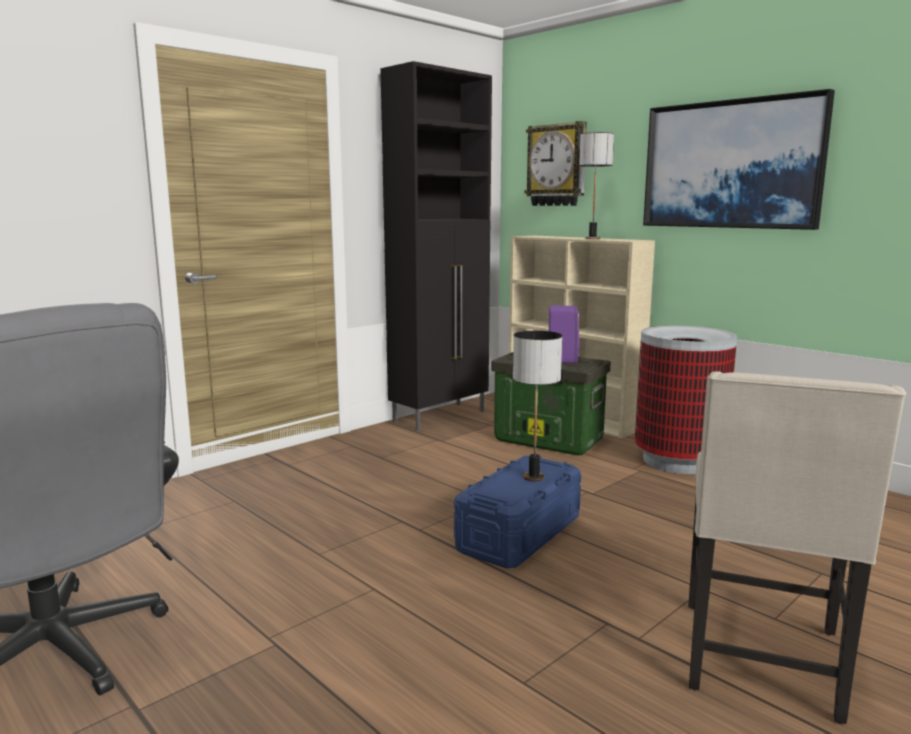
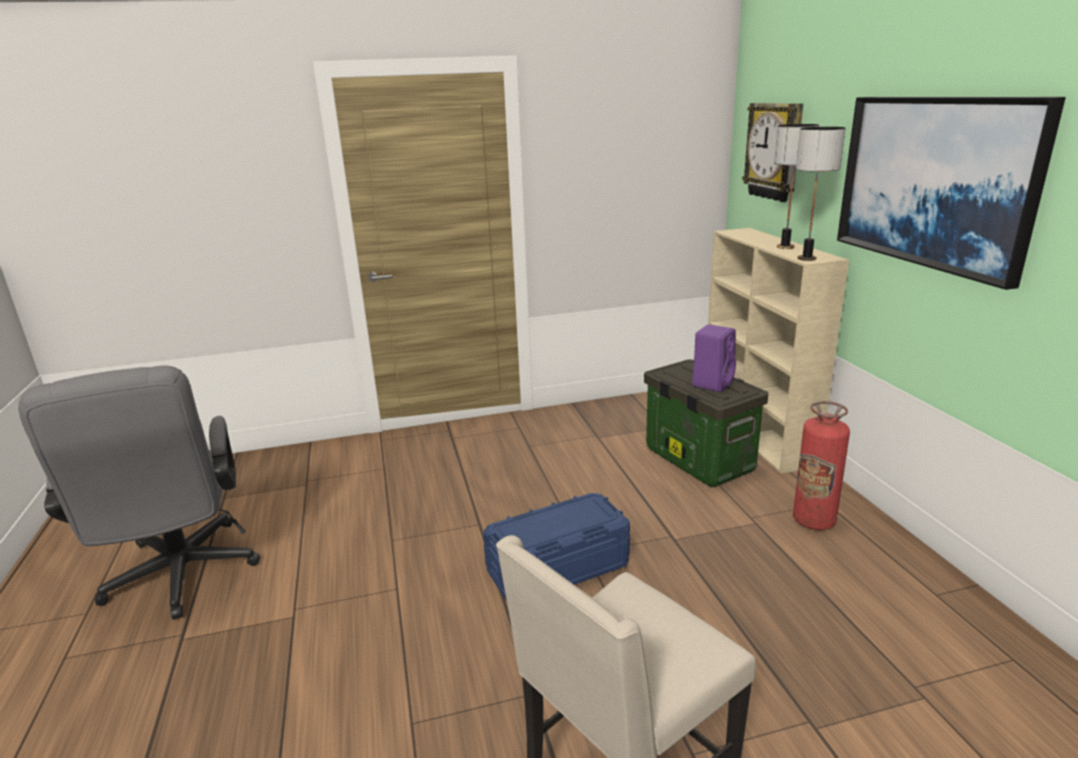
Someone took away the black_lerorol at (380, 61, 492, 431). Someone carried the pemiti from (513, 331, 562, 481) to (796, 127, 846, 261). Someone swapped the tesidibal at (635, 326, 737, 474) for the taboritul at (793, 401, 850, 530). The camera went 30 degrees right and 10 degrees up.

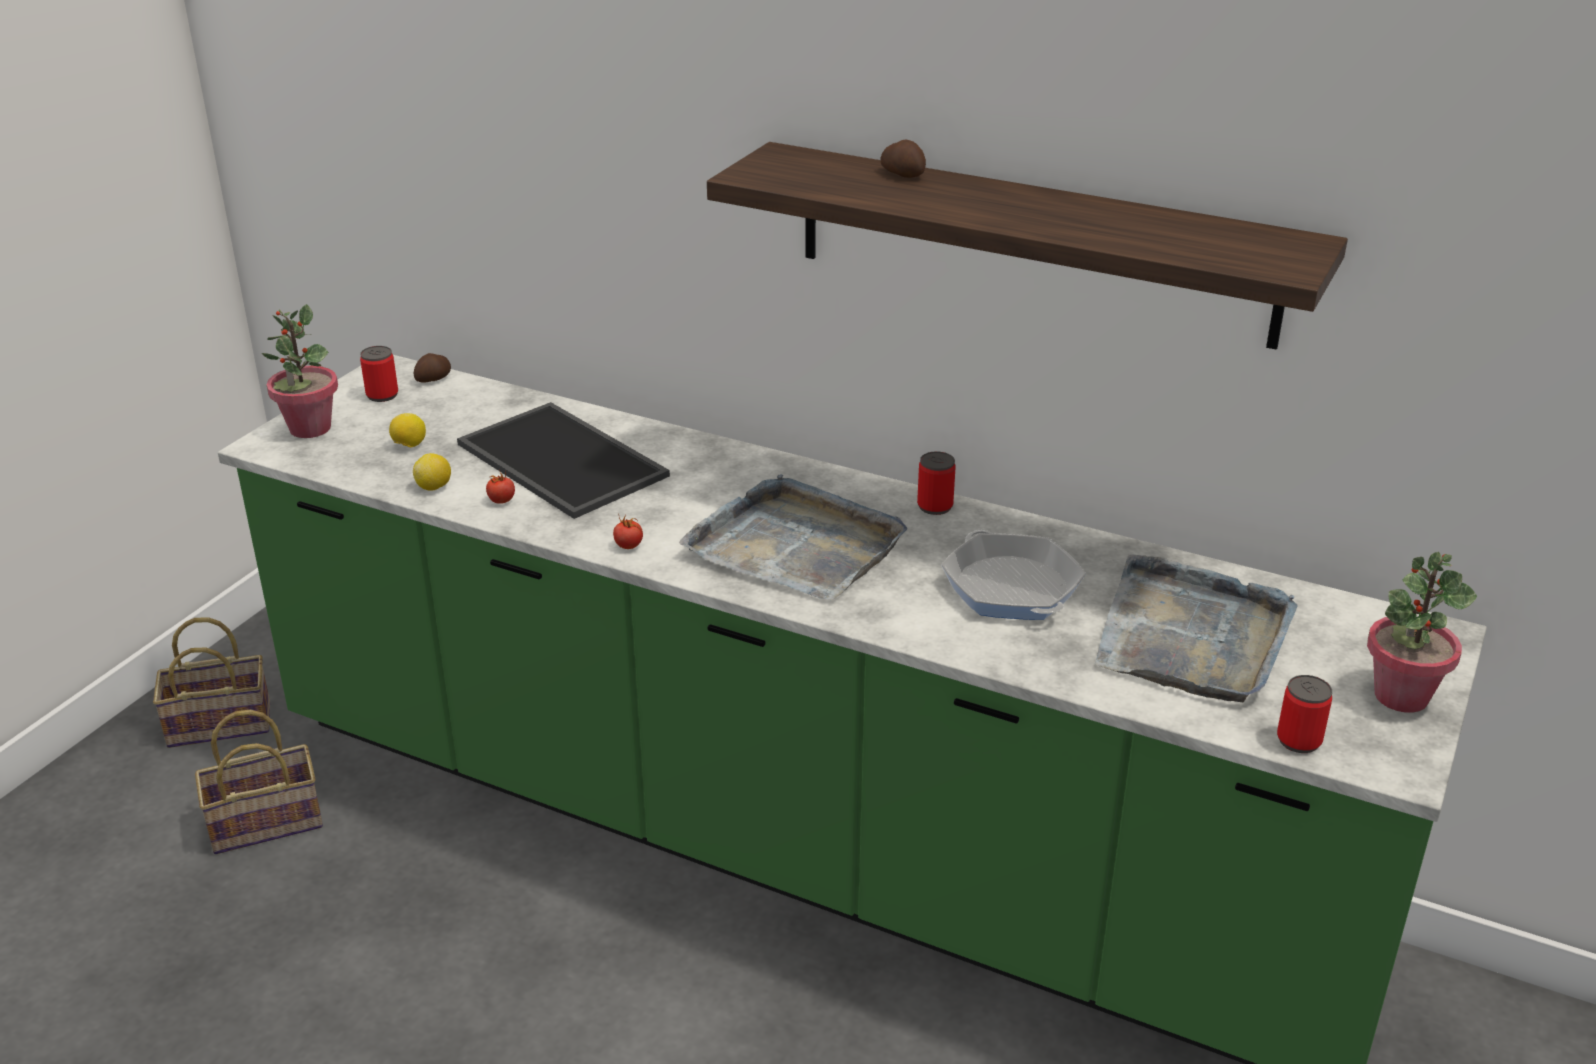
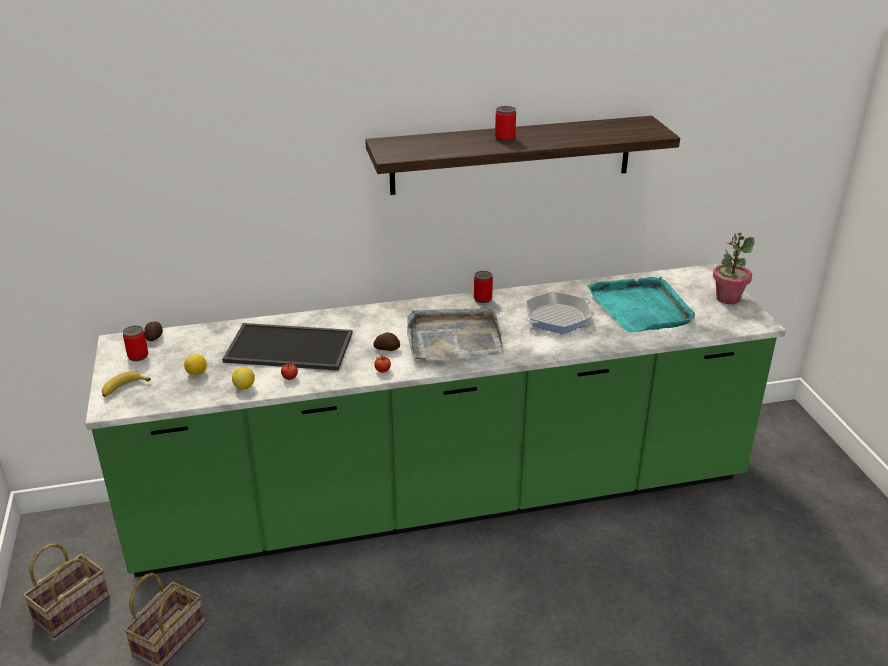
Someone carried the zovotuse from (881, 140, 926, 178) to (373, 332, 400, 351). Someone carried the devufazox from (1277, 675, 1332, 753) to (495, 106, 516, 142). Someone swapped the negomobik at (262, 304, 338, 438) for the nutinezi at (102, 371, 151, 397). Someone repainted the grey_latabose at (1095, 554, 1298, 703), which became the turquoise_latabose at (588, 277, 695, 332). Someone rotated the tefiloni at (941, 530, 1086, 620) by 60 degrees counterclockwise. The camera went 40 degrees left and 0 degrees up.

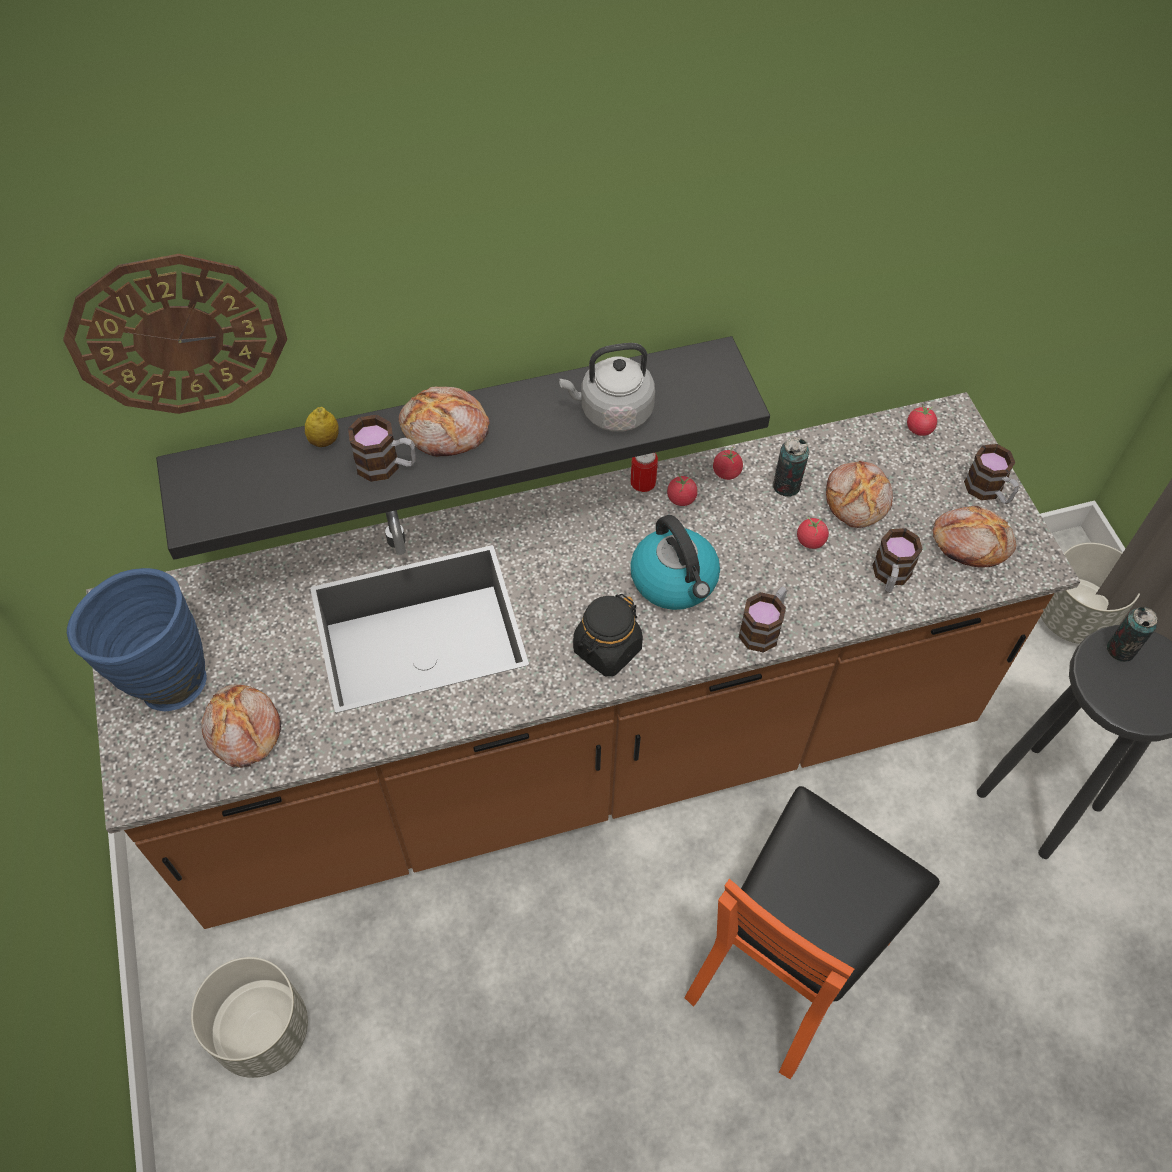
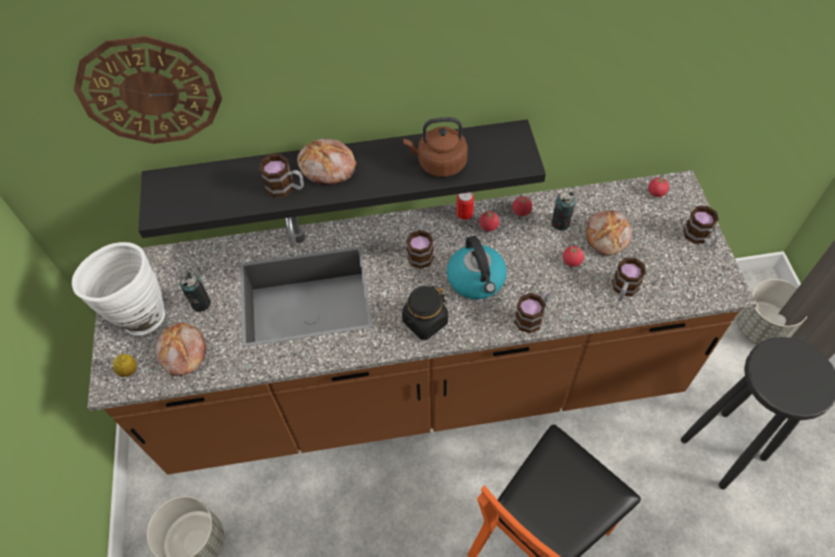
Someone took away the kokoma at (933, 506, 1016, 568). Someone put down the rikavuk at (406, 223, 434, 269). Someone carried the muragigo from (305, 407, 339, 447) to (113, 354, 137, 377). Someone carried the devufazox from (1107, 607, 1158, 662) to (180, 273, 211, 312). Someone repainted the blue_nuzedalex at (67, 568, 207, 711), which became the white_nuzedalex at (72, 242, 165, 336). Someone repainted the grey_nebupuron at (559, 343, 655, 432), which became the brown_nebupuron at (403, 117, 468, 177). The camera went 10 degrees right and 0 degrees up.

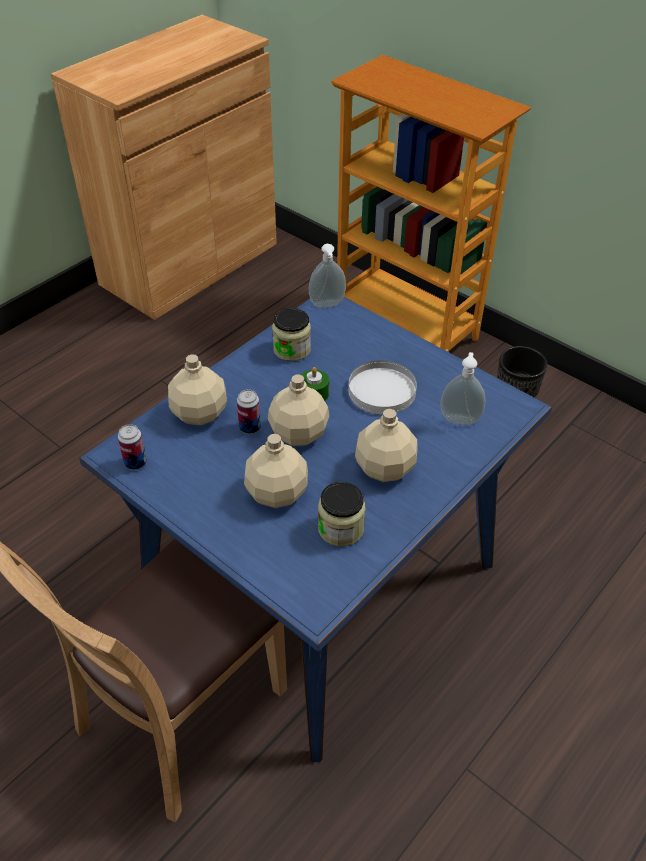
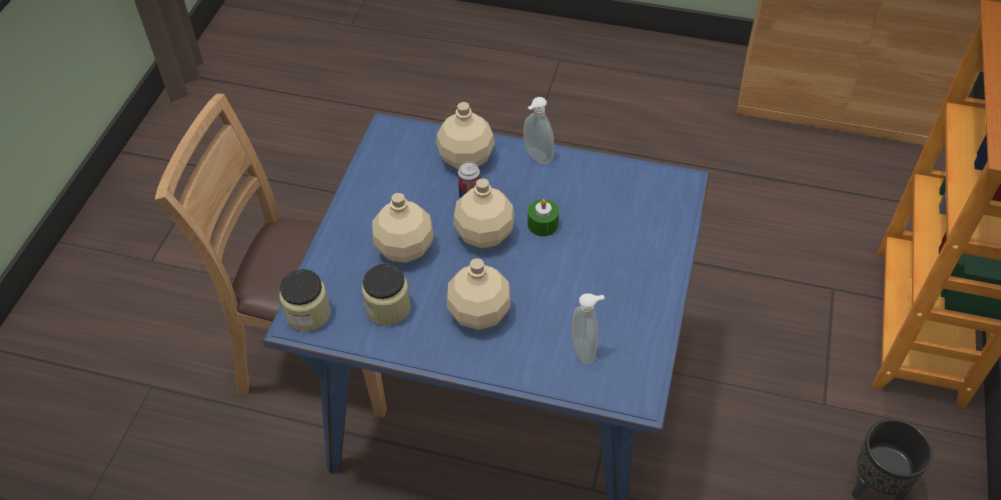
Someone took away the devufazox at (118, 424, 147, 470). Someone took away the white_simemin at (348, 360, 417, 415). Someone carried the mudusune from (272, 308, 311, 361) to (279, 269, 331, 331). Someone carried the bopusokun from (309, 244, 346, 308) to (523, 97, 554, 165). The camera went 65 degrees right and 5 degrees up.

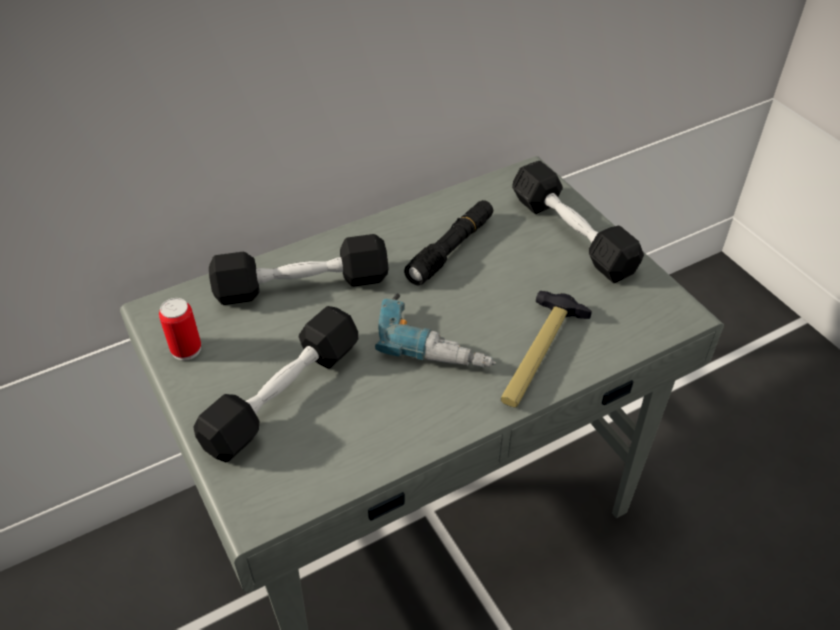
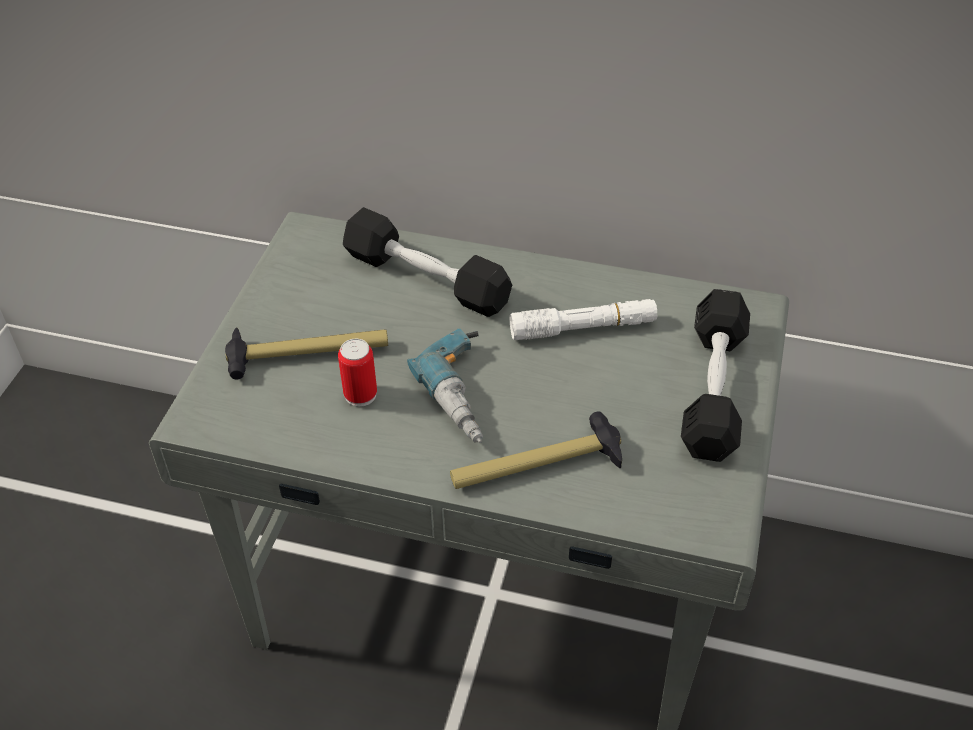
Someone carried the devufazox from (159, 298, 201, 361) to (338, 339, 377, 407). Someone swapped the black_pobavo at (193, 306, 358, 462) for the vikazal at (225, 327, 388, 379). Someone repainted the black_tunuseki at (404, 200, 493, 285), which became the white_tunuseki at (510, 299, 657, 340). The camera went 45 degrees right and 0 degrees up.

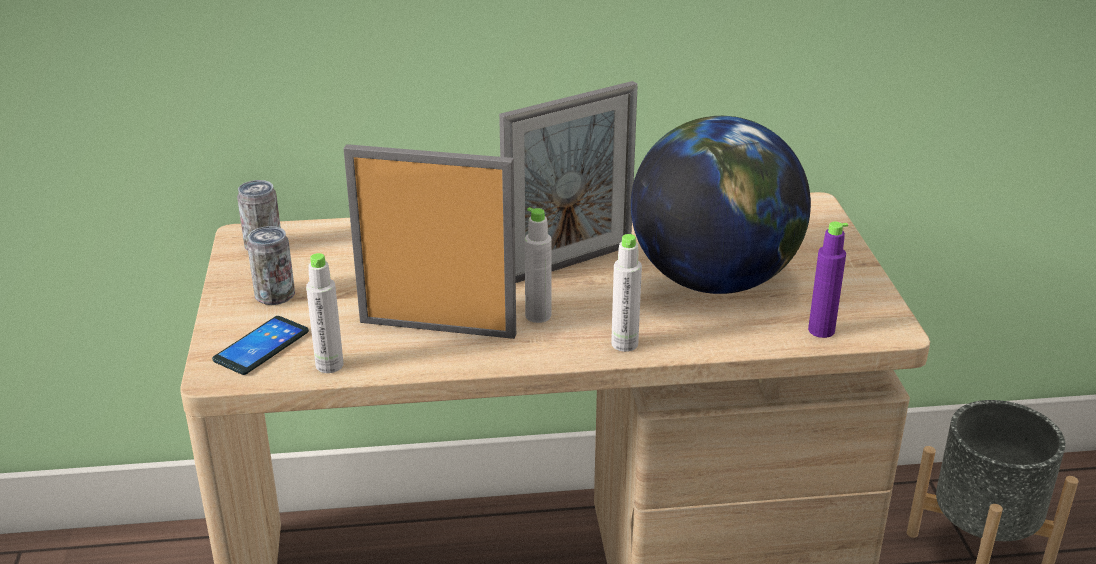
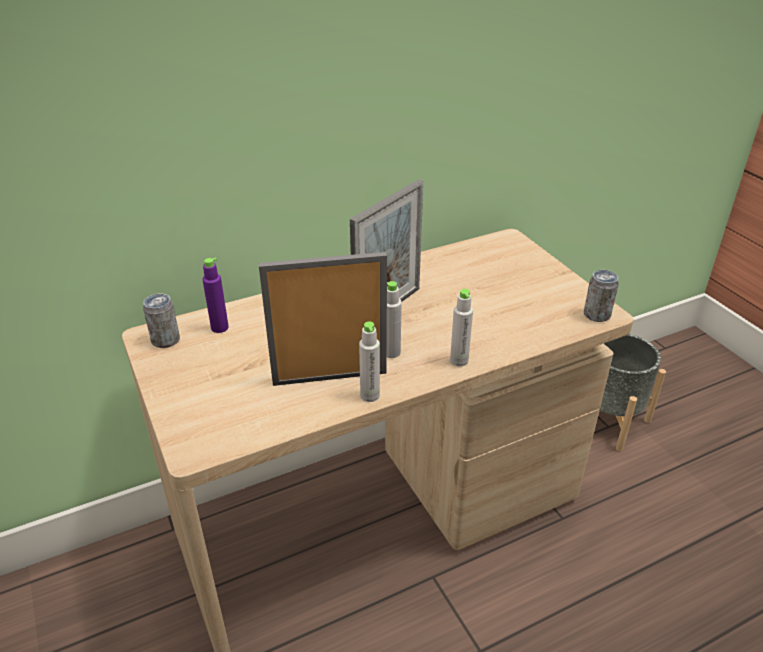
Someone took away the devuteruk at (212, 316, 309, 375). Someone took away the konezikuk at (631, 116, 811, 294). Someone carried the devufazox from (247, 226, 295, 305) to (584, 270, 619, 322). Someone carried the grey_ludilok from (306, 253, 343, 373) to (359, 321, 380, 402). Someone carried the purple_ludilok from (808, 222, 848, 338) to (202, 258, 229, 333). The camera went 20 degrees left and 5 degrees up.

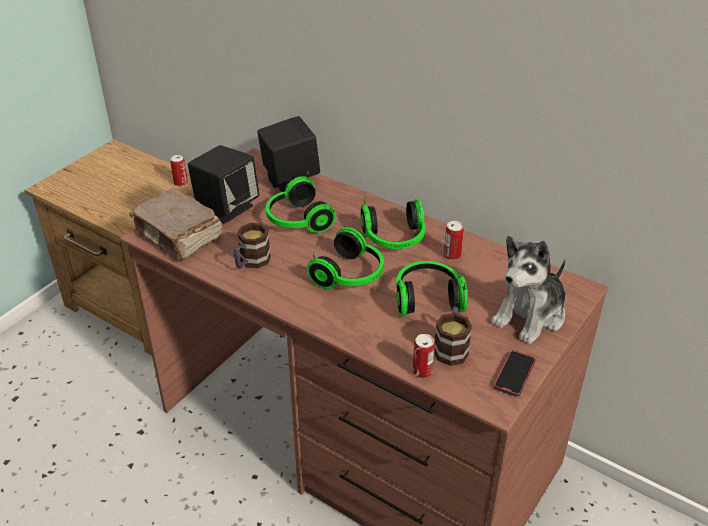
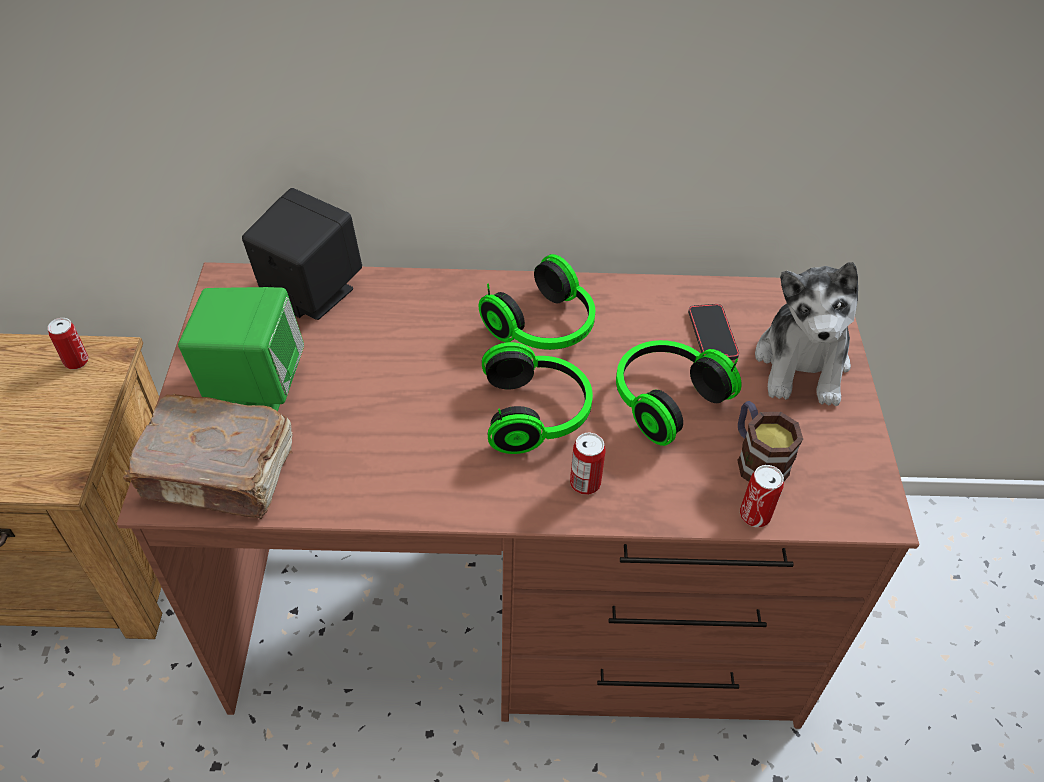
Someone took away the rikavuk at (234, 223, 271, 269). Someone took away the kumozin at (266, 171, 336, 233). Someone carried the devufazox from (443, 221, 464, 260) to (570, 432, 606, 495). Someone carried the devuteruk from (494, 350, 536, 397) to (688, 304, 739, 360). Someone repainted the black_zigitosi at (188, 145, 259, 224), which became the green_zigitosi at (178, 287, 304, 411). The camera went 35 degrees left and 10 degrees up.

